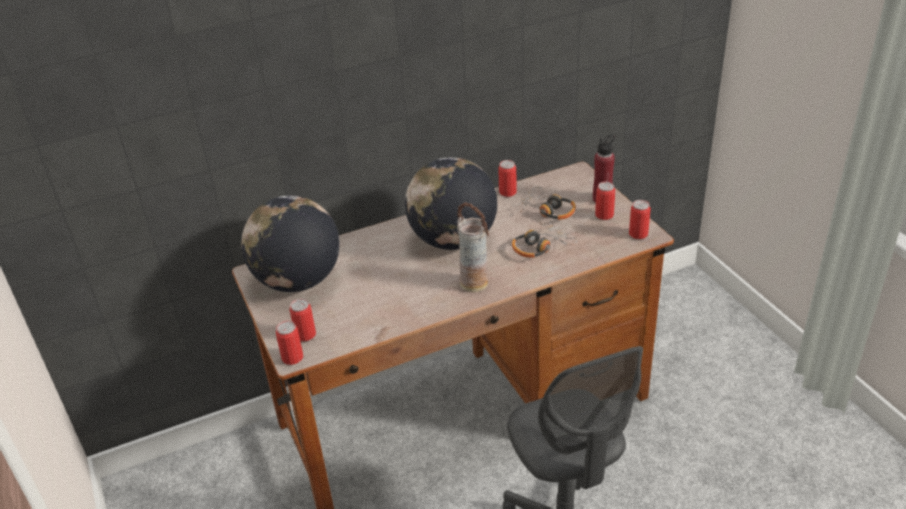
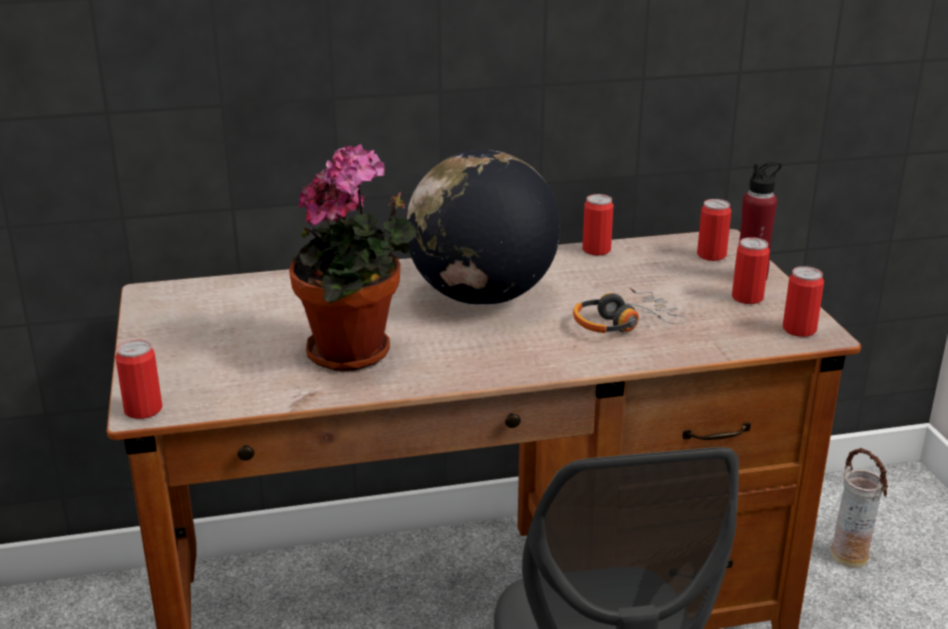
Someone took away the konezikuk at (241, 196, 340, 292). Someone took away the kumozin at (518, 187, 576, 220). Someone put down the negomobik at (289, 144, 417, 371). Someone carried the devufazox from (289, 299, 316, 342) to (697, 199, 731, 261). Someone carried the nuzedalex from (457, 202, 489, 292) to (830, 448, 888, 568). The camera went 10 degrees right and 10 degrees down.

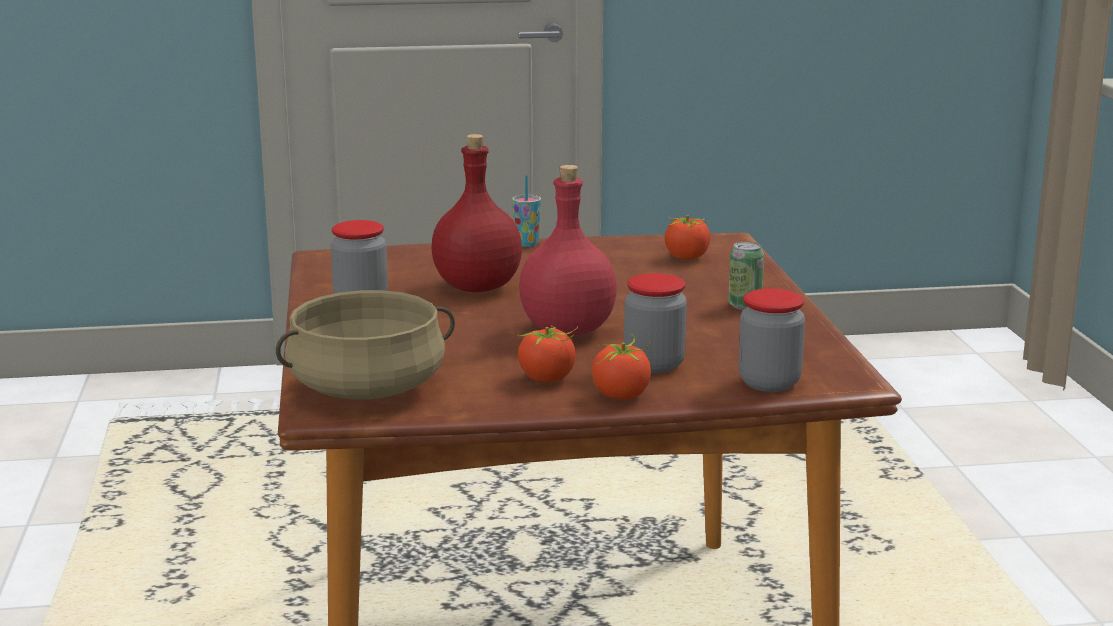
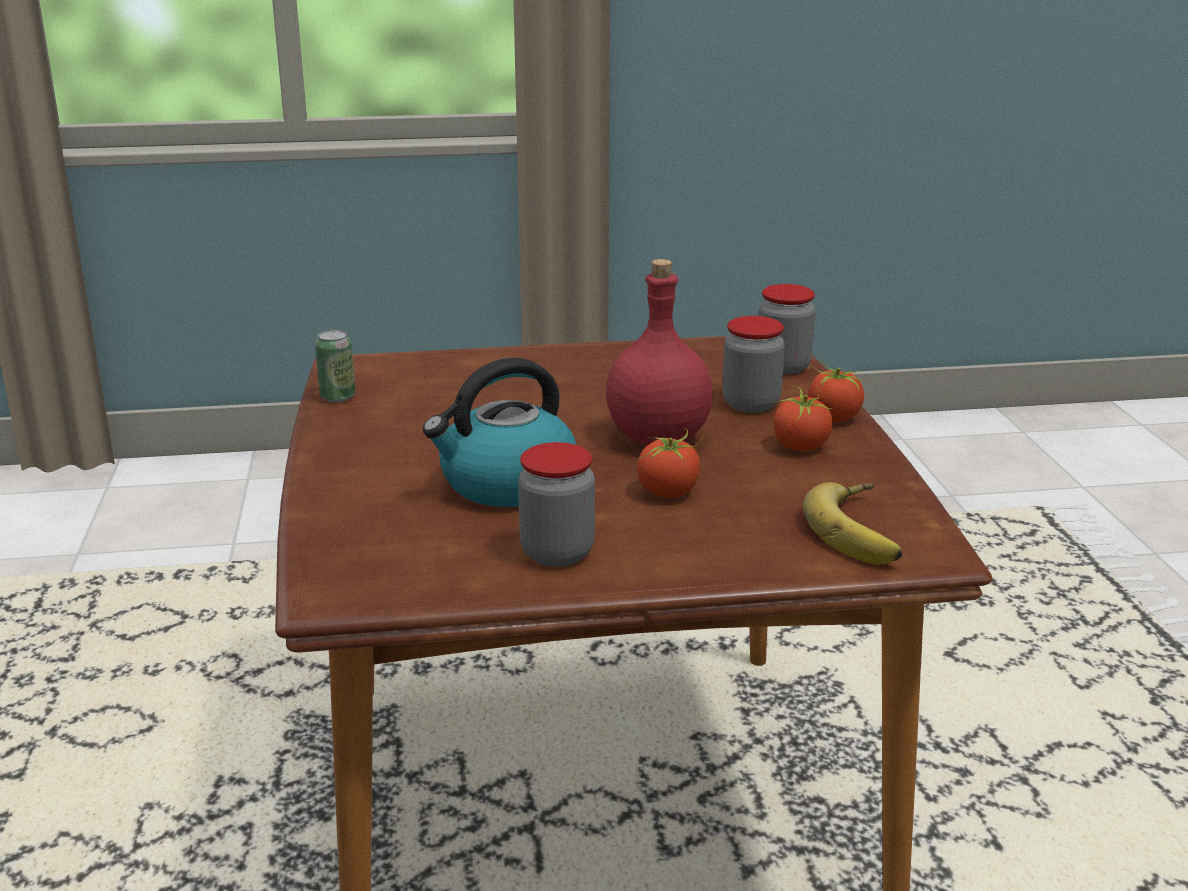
Someone took away the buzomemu at (512, 175, 541, 247). Someone carried the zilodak from (665, 215, 711, 260) to (637, 428, 705, 498). Someone carried the devufazox from (728, 242, 764, 310) to (315, 330, 355, 402). Someone swapped the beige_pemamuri at (276, 290, 455, 400) for the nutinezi at (803, 482, 902, 564). Someone swapped the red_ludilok at (431, 134, 522, 292) for the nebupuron at (423, 358, 577, 507). The camera went 90 degrees left and 5 degrees up.

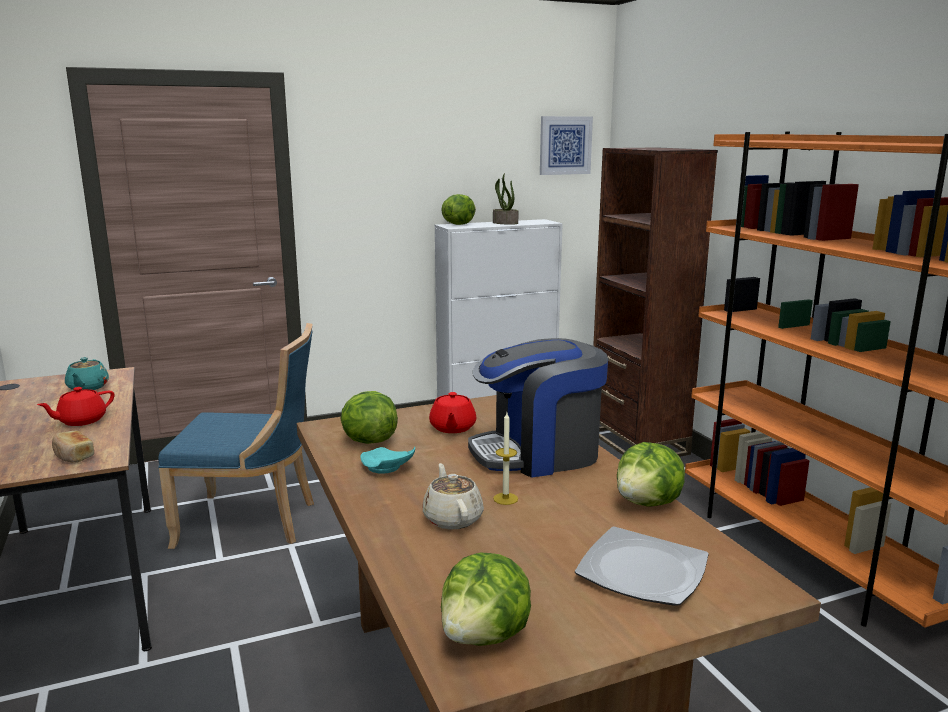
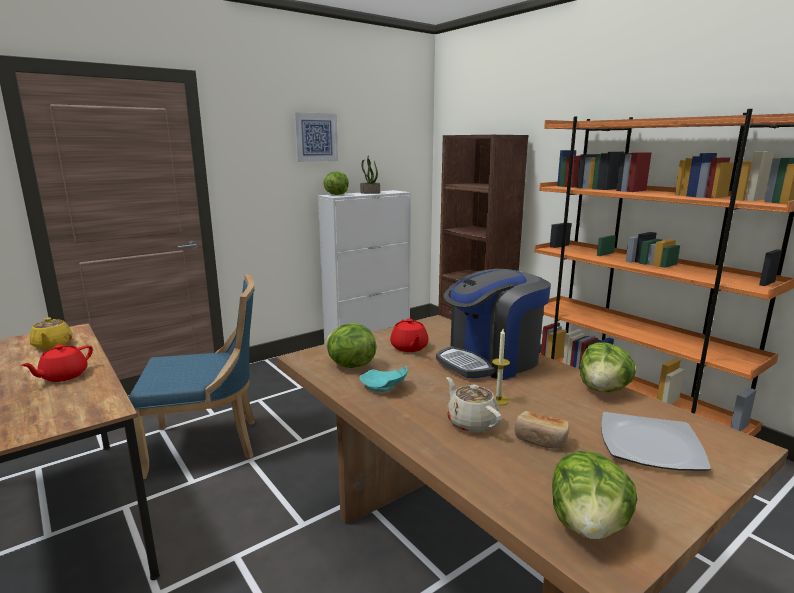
Someone carried the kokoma from (52, 431, 94, 462) to (515, 411, 569, 449). Someone carried the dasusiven from (540, 116, 593, 175) to (294, 112, 338, 162). Someone repainted the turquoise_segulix at (65, 357, 109, 391), which became the yellow_segulix at (30, 318, 73, 350). The camera went 15 degrees left and 0 degrees up.

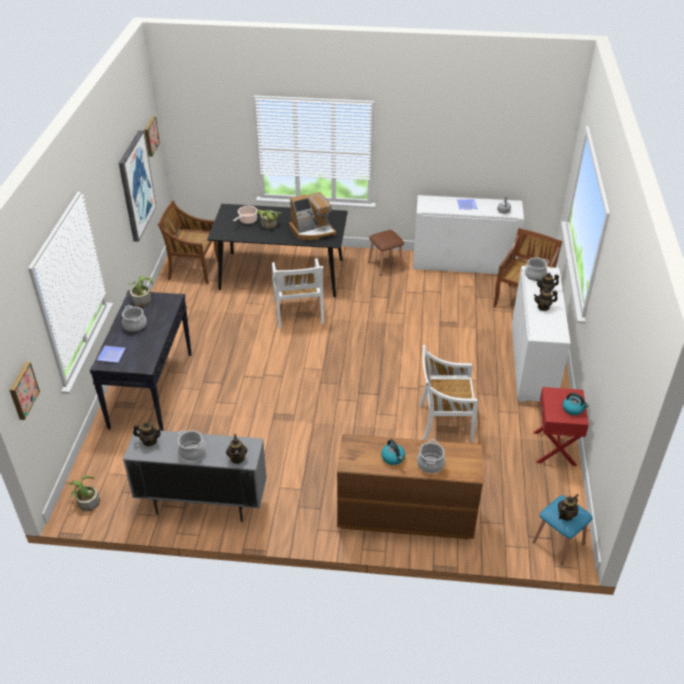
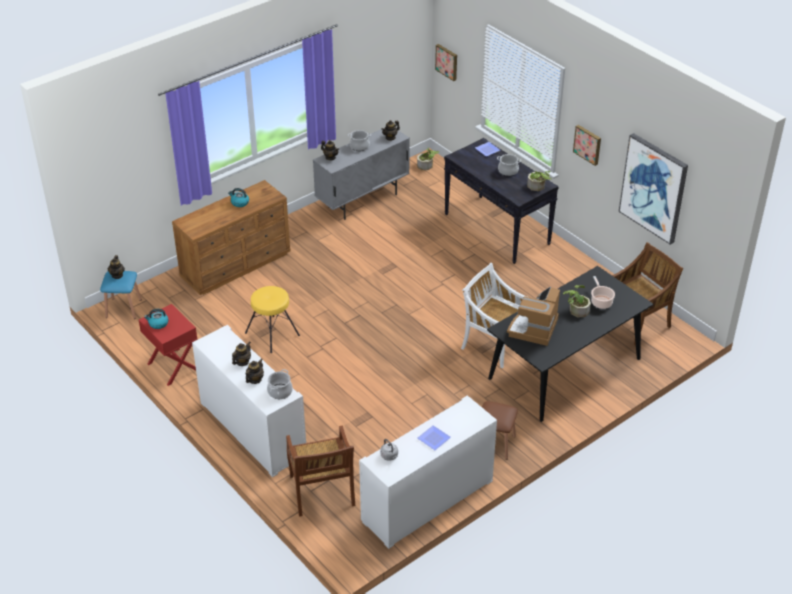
Someone took away the pemamuri at (417, 439, 445, 473). Someone carried the dasusiven from (144, 116, 160, 157) to (573, 125, 601, 166). Someone swapped the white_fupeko at (420, 345, 478, 443) for the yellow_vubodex at (245, 286, 300, 353). The camera went 135 degrees right and 0 degrees up.

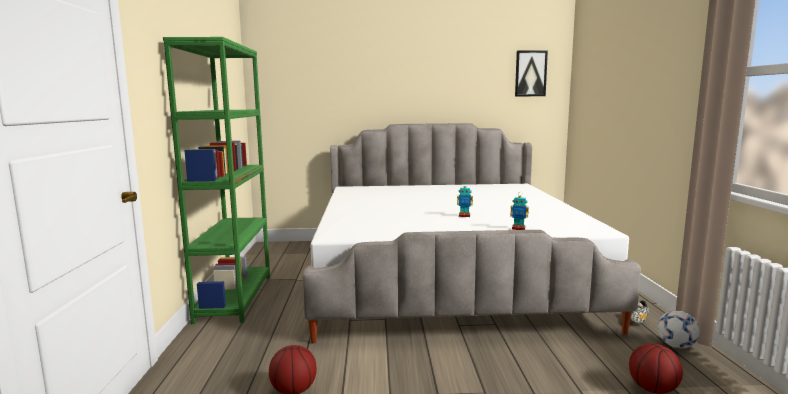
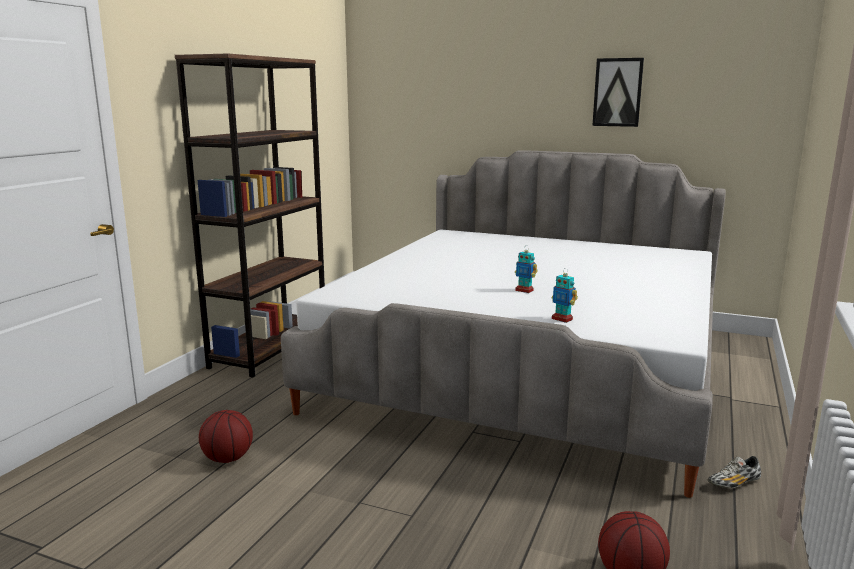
Someone took away the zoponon at (657, 311, 700, 349). Someone carried the dasusiven from (515, 50, 548, 97) to (592, 58, 644, 127). Someone repainted the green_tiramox at (163, 37, 270, 324), which became the brown_tiramox at (175, 53, 325, 378). The camera went 25 degrees right and 5 degrees up.

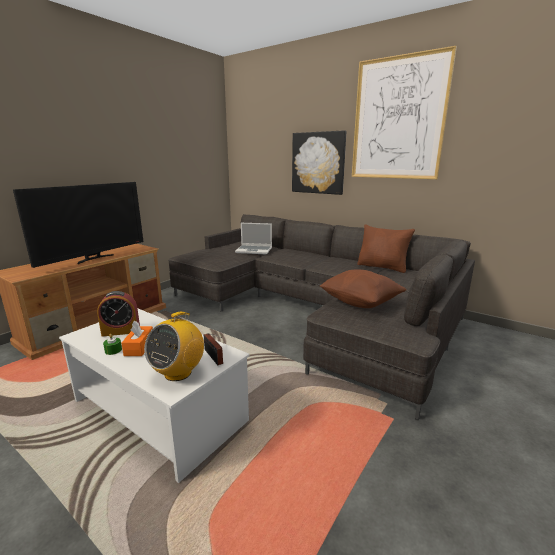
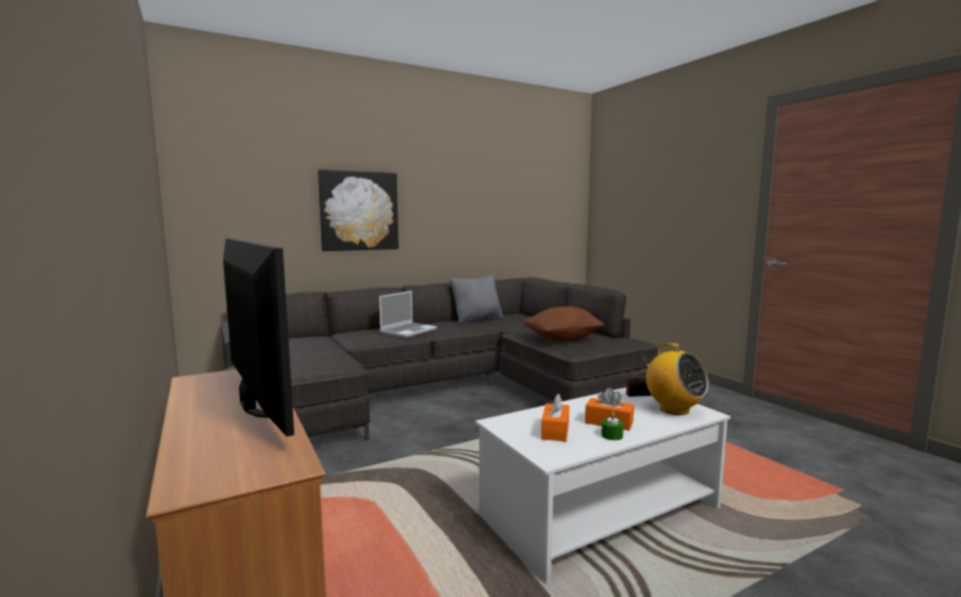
Someone took away the dasusiven at (352, 46, 457, 179). Someone carried the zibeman from (235, 223, 272, 254) to (379, 291, 437, 338). Someone swapped the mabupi at (97, 291, 140, 337) for the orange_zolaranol at (541, 394, 569, 442). Someone repainted the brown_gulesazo at (357, 224, 415, 273), which became the grey_gulesazo at (450, 274, 503, 323). The camera went 65 degrees left and 10 degrees down.

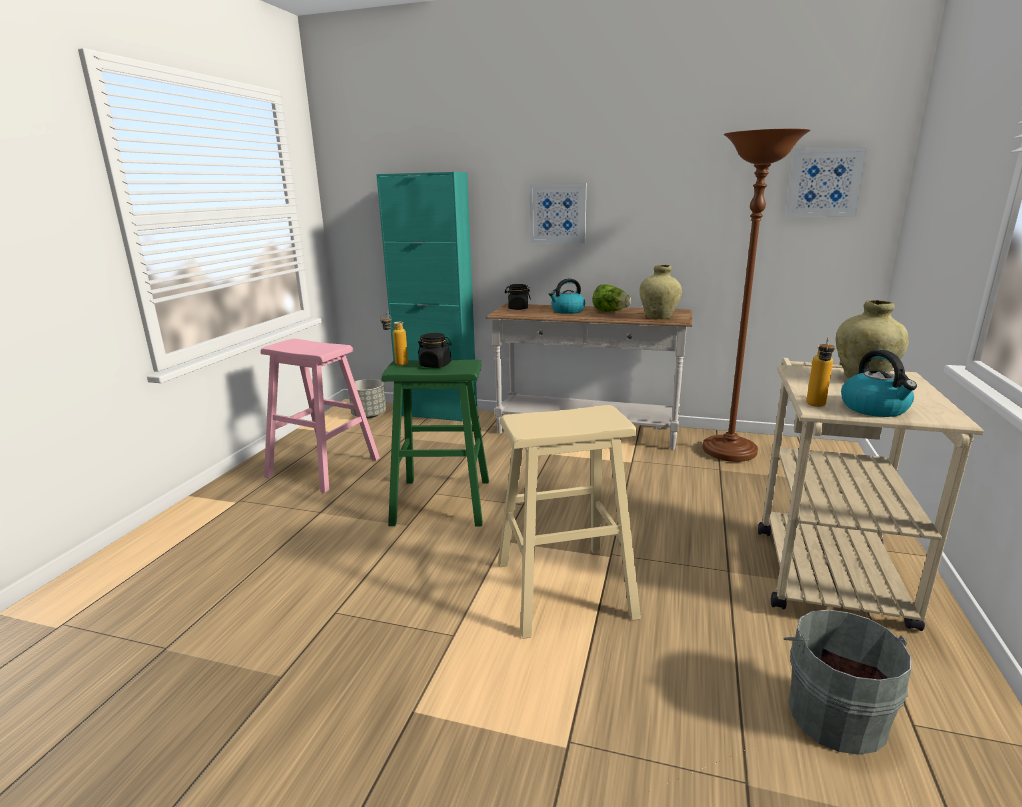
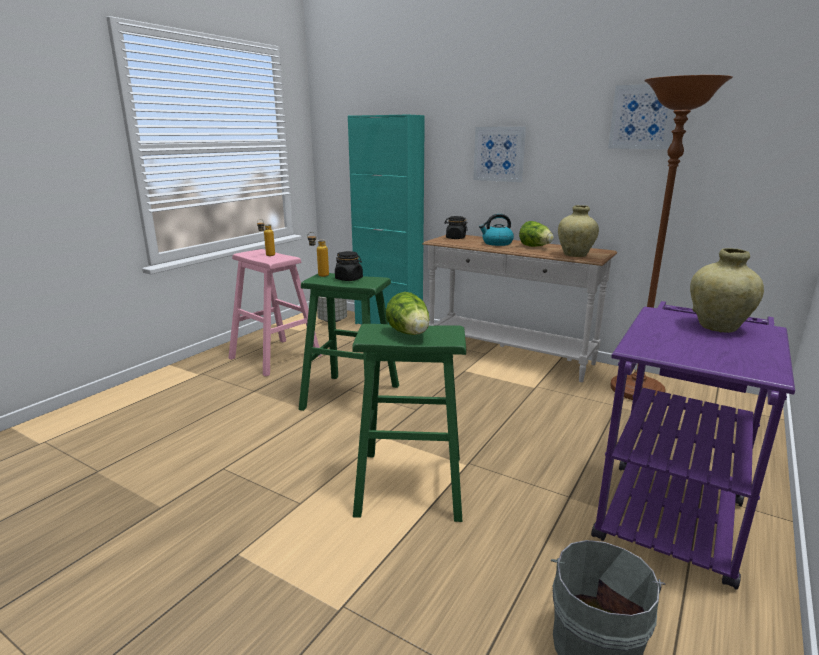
Someone took away the nebupuron at (841, 350, 917, 417). Someone put down the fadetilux at (386, 292, 429, 335). Someone carried the dasusiven from (785, 147, 867, 217) to (608, 84, 676, 149). Someone carried the ludilok from (806, 337, 835, 407) to (257, 219, 275, 256). Someone repainted the beige_vubodex at (498, 405, 641, 639), which became the green_vubodex at (352, 324, 466, 522). Someone repainted the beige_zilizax at (758, 358, 984, 631), which became the purple_zilizax at (591, 301, 795, 590). The camera went 15 degrees right and 0 degrees up.

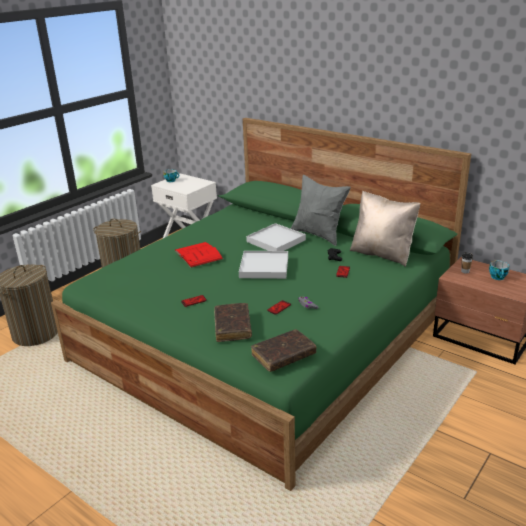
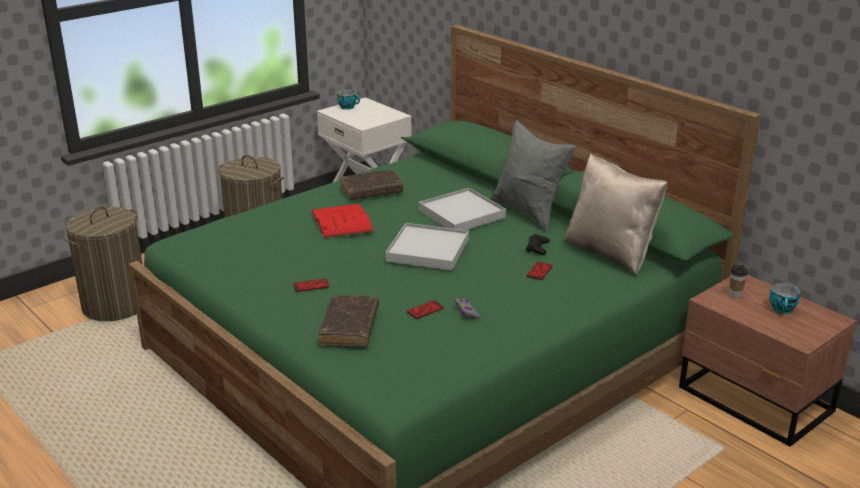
Someone carried the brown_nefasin from (251, 329, 317, 372) to (340, 170, 403, 200). The camera went 10 degrees right and 0 degrees up.

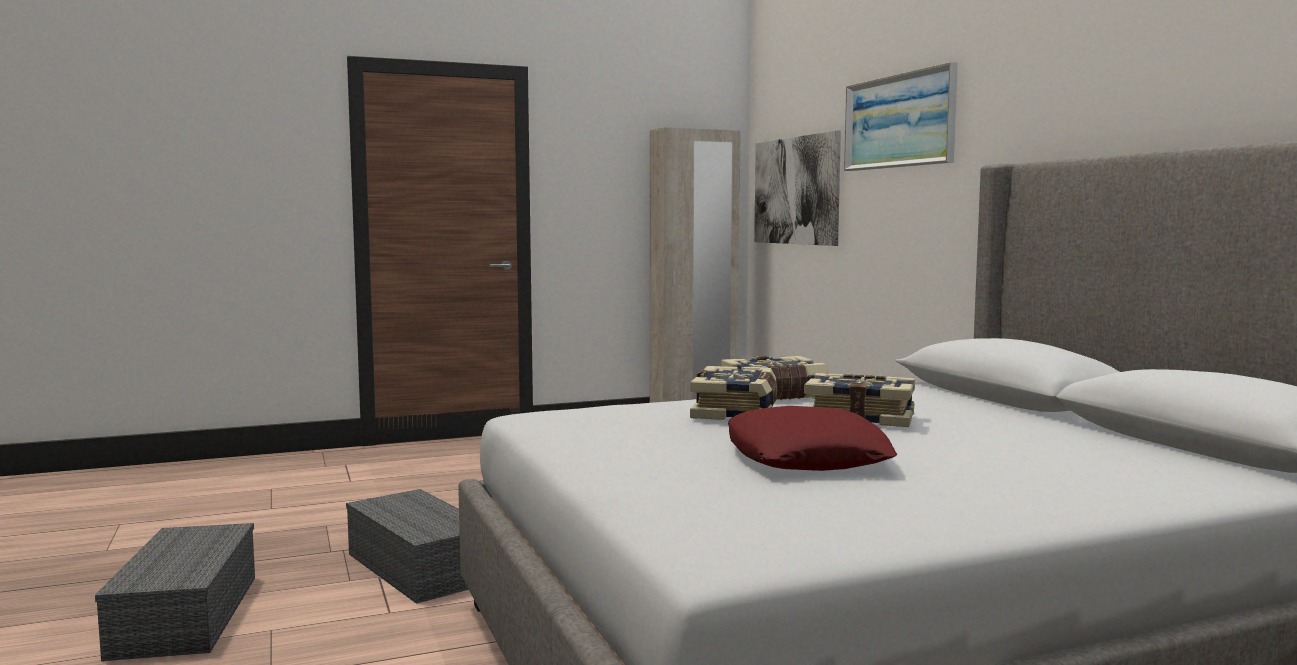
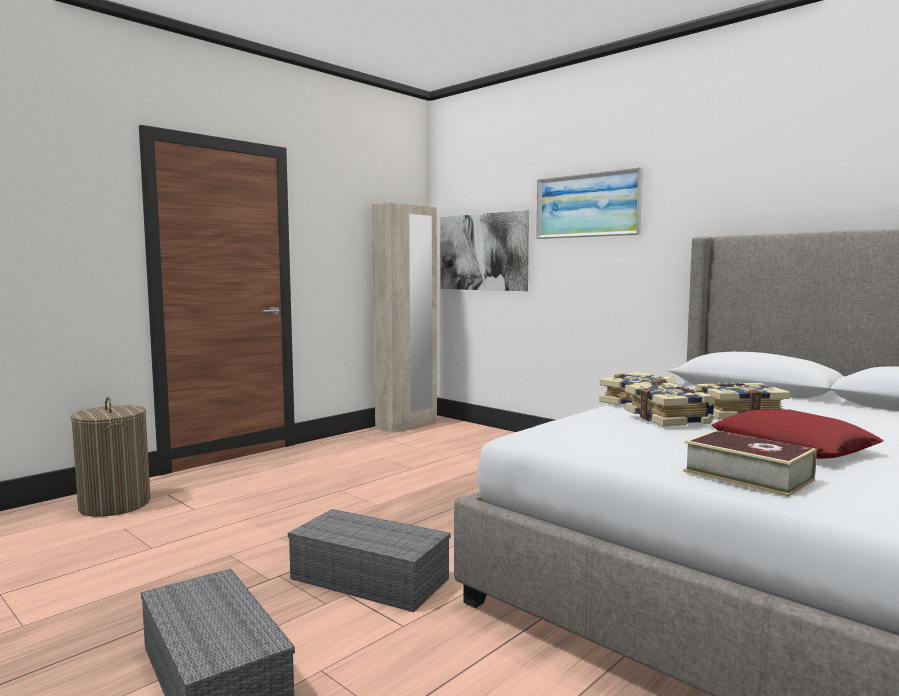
Someone put down the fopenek at (71, 397, 151, 517). Someone put down the nefasin at (683, 430, 817, 497). The camera went 25 degrees left and 0 degrees up.

